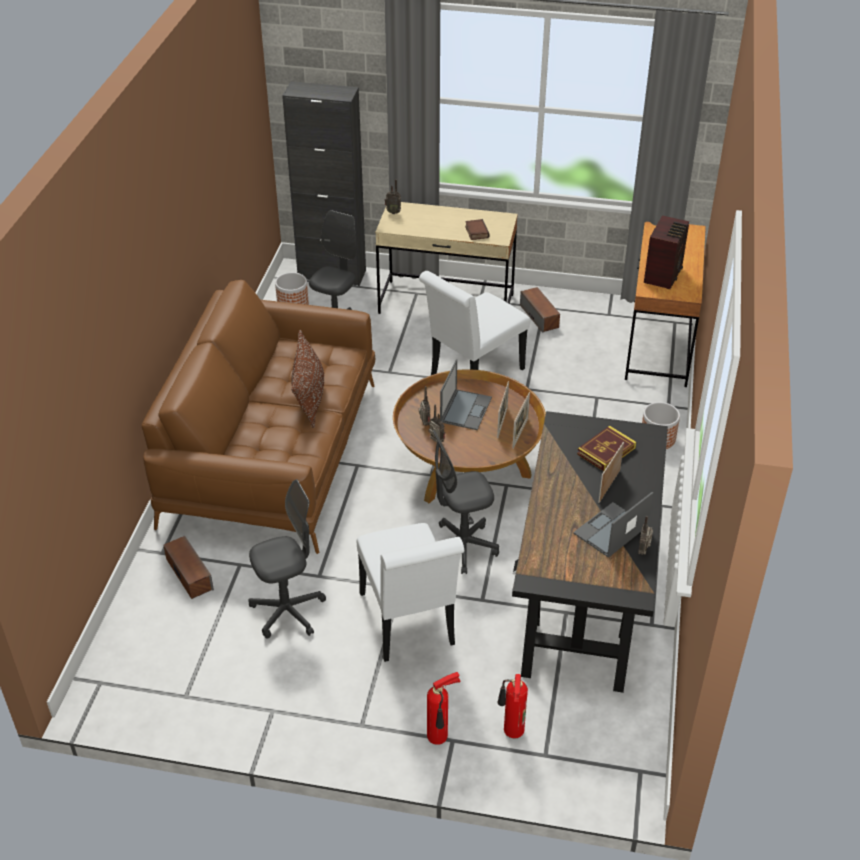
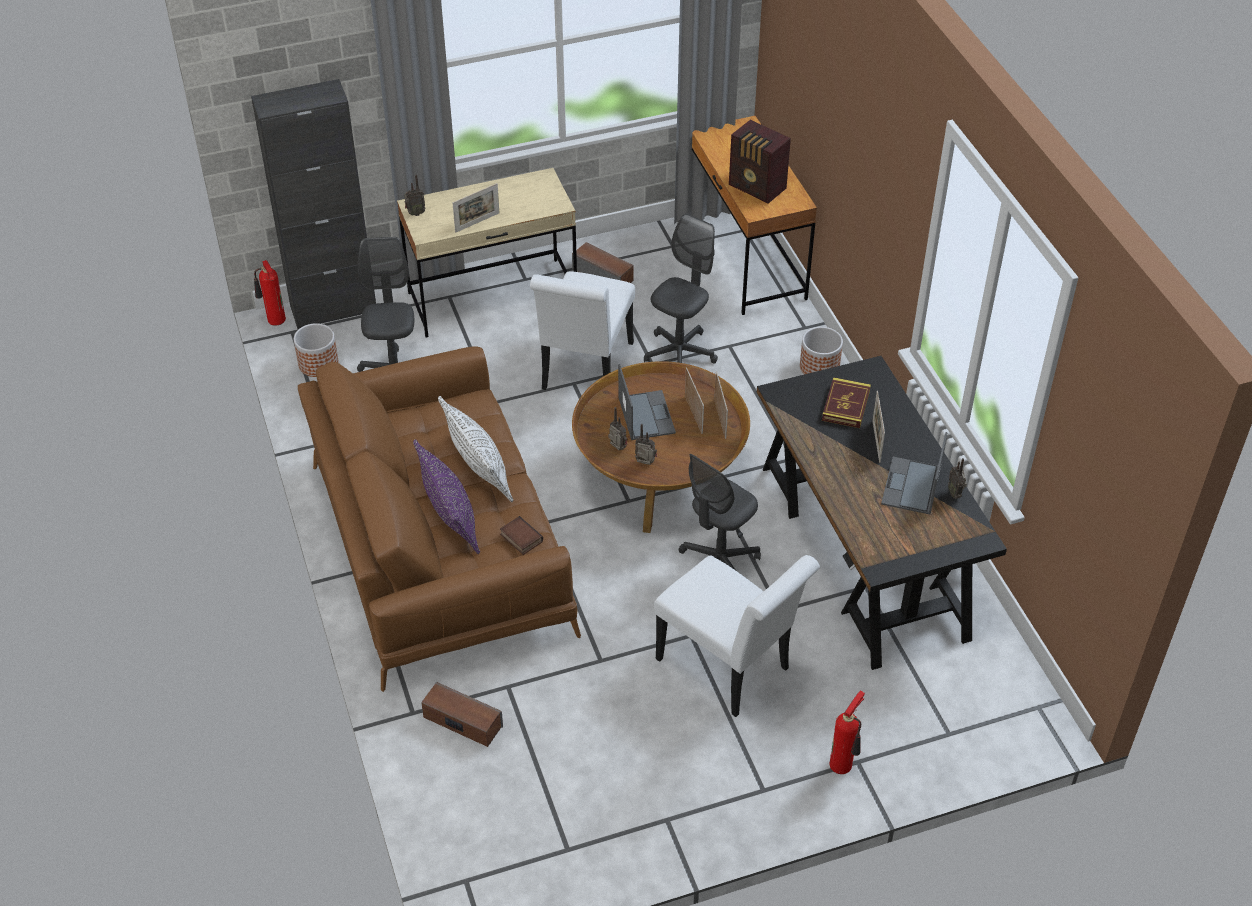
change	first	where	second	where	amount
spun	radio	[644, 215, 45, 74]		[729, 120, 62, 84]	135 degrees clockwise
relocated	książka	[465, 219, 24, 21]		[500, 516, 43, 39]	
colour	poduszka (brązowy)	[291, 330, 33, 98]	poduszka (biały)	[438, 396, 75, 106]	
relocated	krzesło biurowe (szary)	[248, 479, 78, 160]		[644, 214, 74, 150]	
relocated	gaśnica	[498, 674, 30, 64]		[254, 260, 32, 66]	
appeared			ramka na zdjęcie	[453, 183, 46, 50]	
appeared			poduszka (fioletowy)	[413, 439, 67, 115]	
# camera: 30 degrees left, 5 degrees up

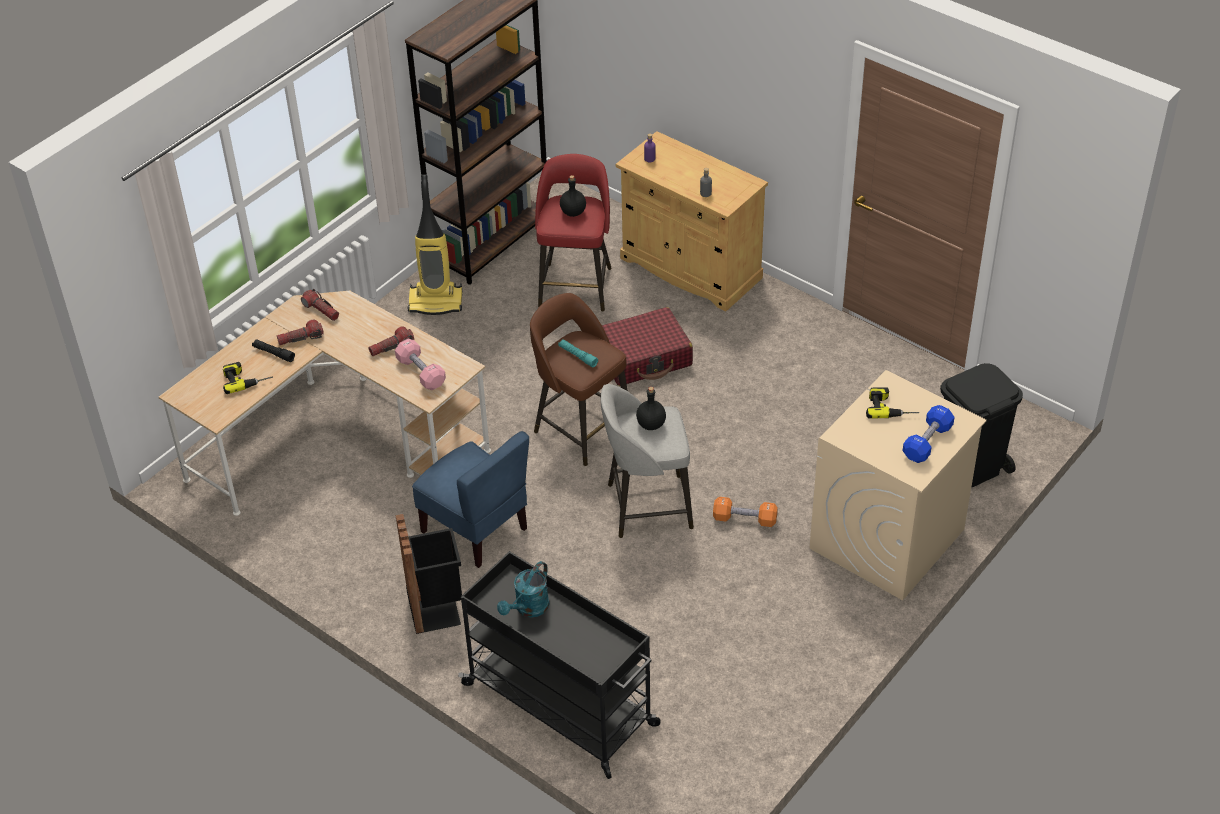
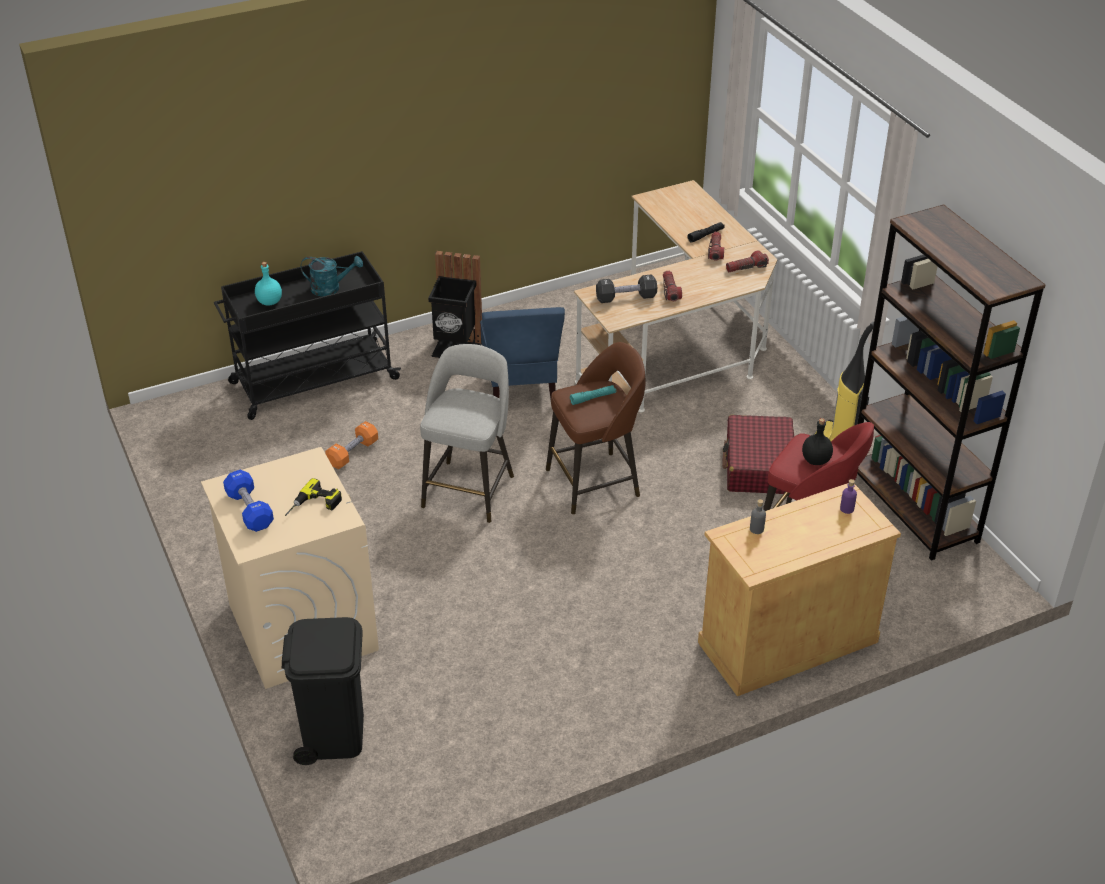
change	first	where	second	where	amount
relocated	walizka (czerwony)	[602, 307, 91, 79]		[722, 415, 72, 79]	
colour	hantel (różowy)	[395, 338, 51, 52]	hantel (czarny)	[596, 274, 61, 29]	
missing	wiertarka	[223, 362, 50, 32]			
missing	butelka (czarny)	[636, 387, 30, 43]			
spun	krzesło (niebieski)	[412, 431, 117, 137]		[480, 307, 85, 92]	75 degrees counterclockwise
relocated	hantel (pomarańczowy)	[713, 497, 65, 30]		[325, 421, 53, 48]	
spun	konewka (turkusowy)	[497, 561, 53, 57]		[301, 256, 62, 40]	120 degrees clockwise
appeared			butelka (turkusowy)	[255, 262, 27, 44]	
# camera: 115 degrees right, 5 degrees down

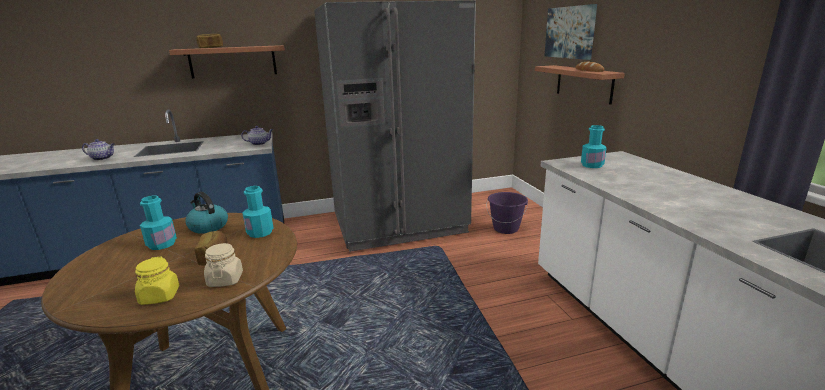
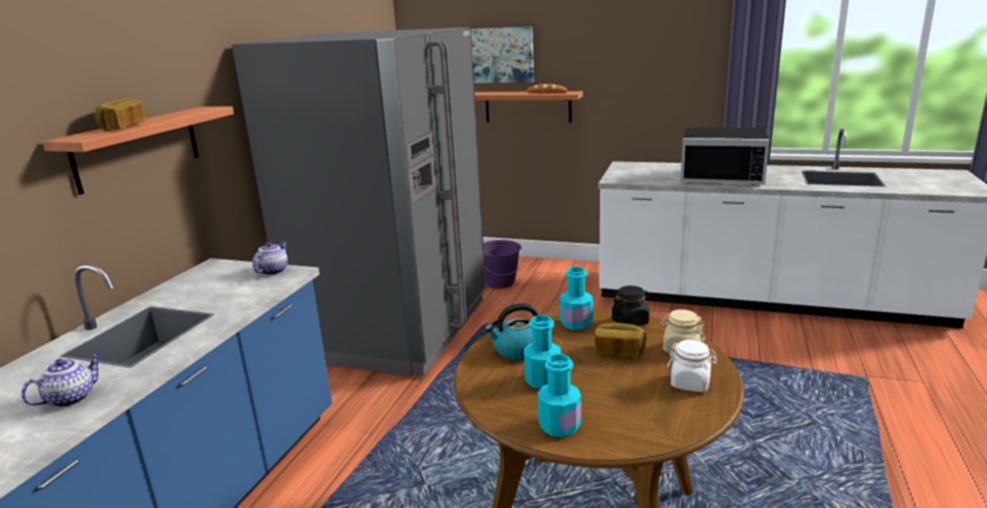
change	first	where	second	where	amount
relocated	butelka (turkusowy)	[581, 125, 26, 43]		[538, 354, 43, 84]	
colour	słoik (żółty)	[135, 256, 44, 49]	słoik (biały)	[667, 340, 51, 52]	
appeared			mikrofalówka (czarny)	[680, 127, 89, 58]	
appeared			słoik (czarny)	[612, 286, 38, 40]	
# camera: 55 degrees left, 0 degrees up

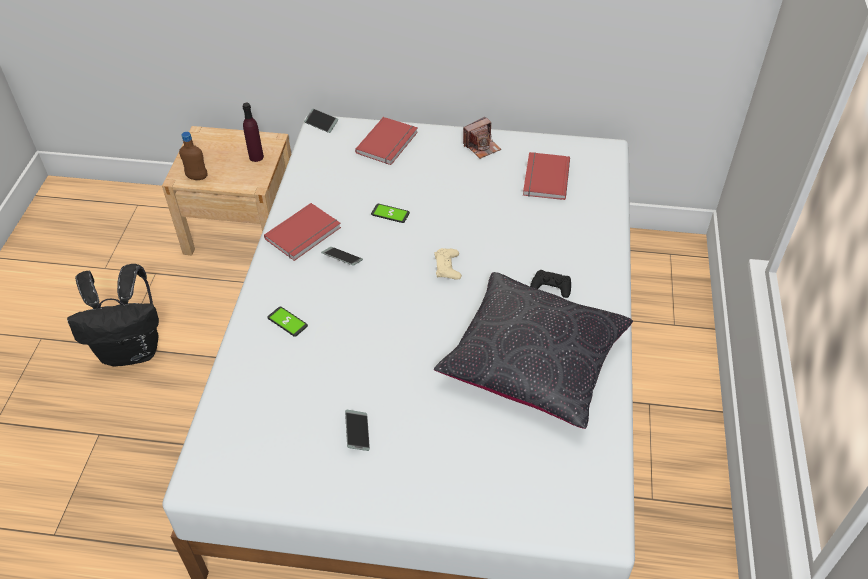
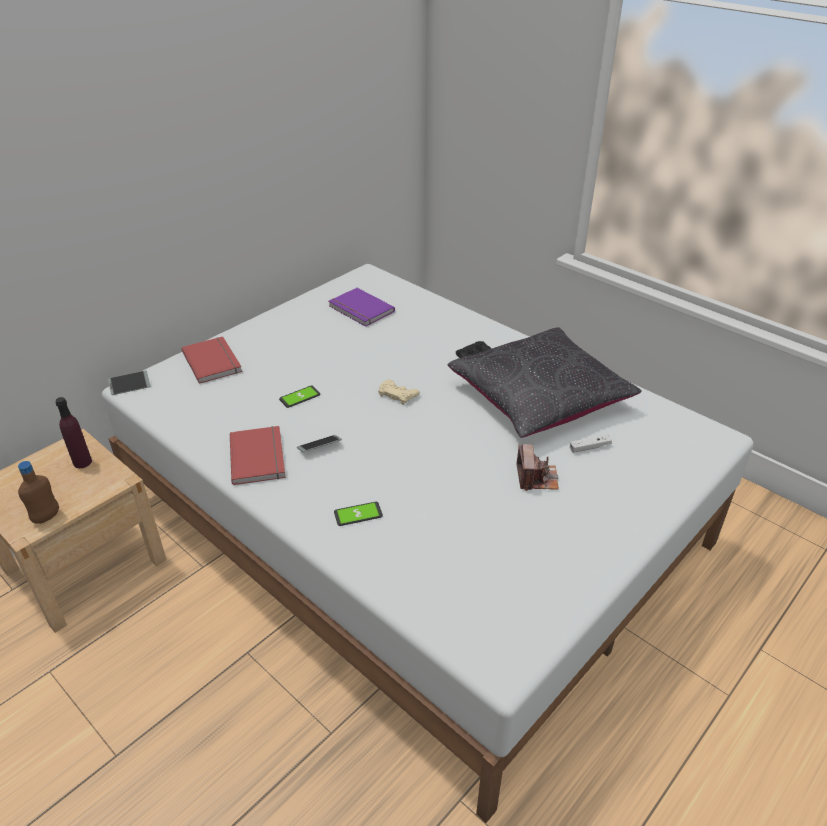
change	first	where	second	where	amount
relocated	aparat fotograficzny	[463, 117, 38, 42]		[516, 444, 43, 47]	
colour	książka (czerwony)	[523, 152, 47, 48]	książka (fioletowy)	[328, 288, 67, 39]	
missing	plecak (czarny)	[67, 264, 92, 103]			
missing	telefon	[345, 410, 25, 41]			
appeared			pad do gier (biały)	[570, 434, 42, 19]	
# camera: 55 degrees left, 10 degrees down

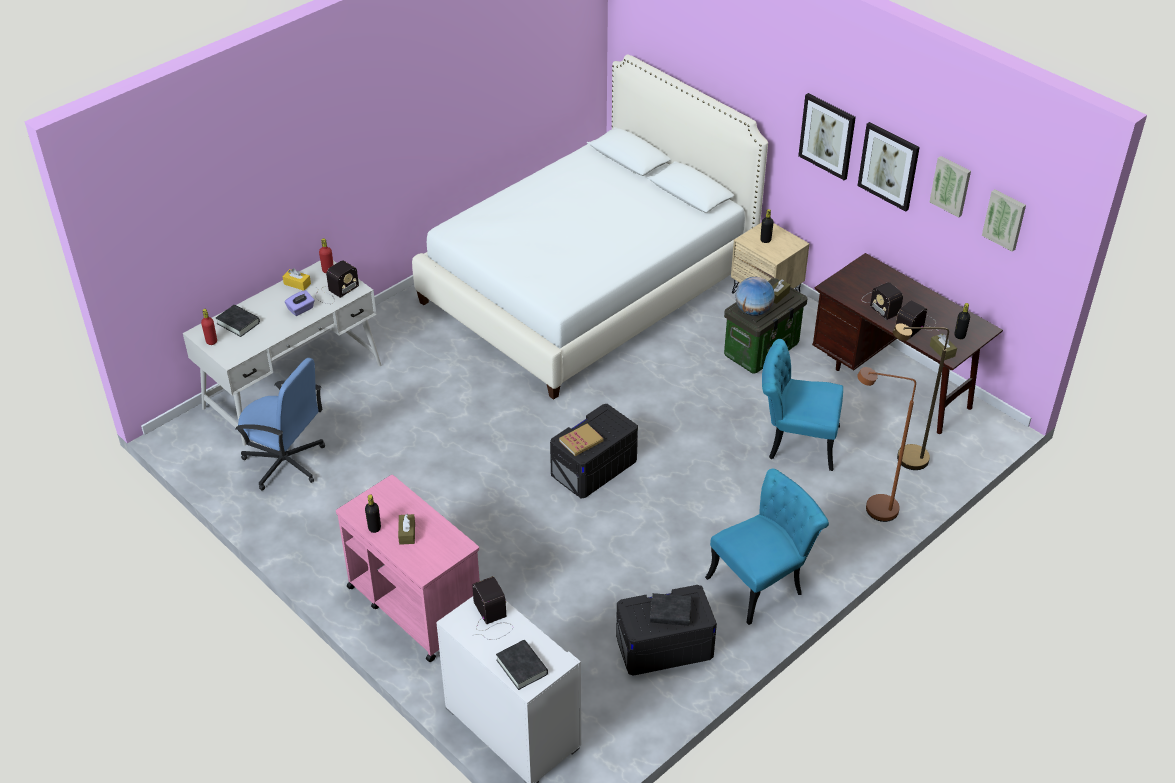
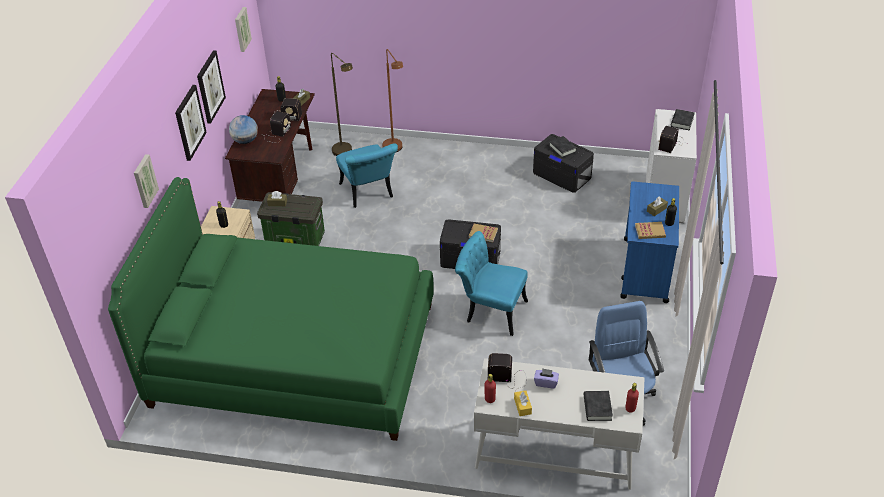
change	first	where	second	where	amount
colour	łóżko (biały)	[412, 55, 356, 345]	łóżko (zielony)	[108, 177, 326, 264]	
relocated	obraz	[930, 156, 41, 62]		[134, 154, 25, 54]	
relocated	globus	[735, 277, 40, 39]		[229, 115, 29, 29]	
relocated	krzesło (turkusowy)	[705, 469, 124, 156]		[455, 231, 73, 105]	
colour	wózek (różowy)	[336, 475, 144, 187]	wózek (niebieski)	[620, 181, 59, 122]	
appeared			książka	[635, 222, 31, 17]	
# camera: 125 degrees left, 0 degrees up

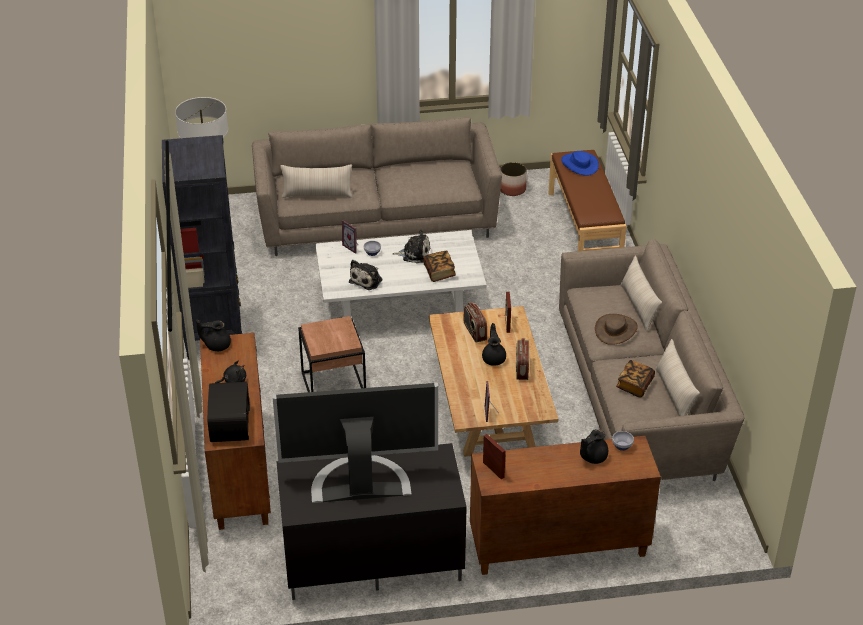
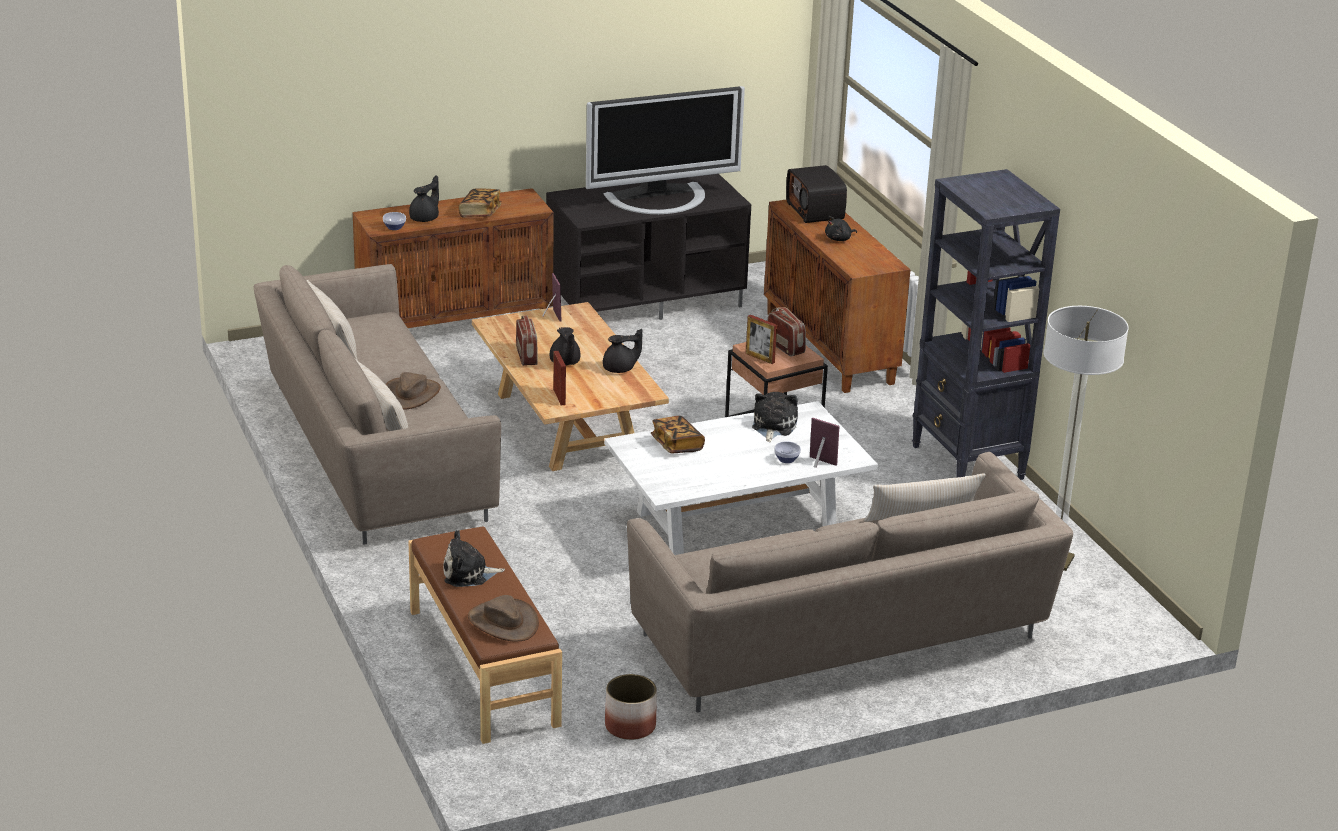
change	first	where	second	where	amount
colour	kapelusz (niebieski)	[561, 151, 38, 24]	kapelusz (brązowy)	[468, 595, 71, 46]	
relocated	pluszak	[393, 230, 37, 33]		[443, 530, 62, 57]	
relocated	radio	[463, 302, 24, 41]		[767, 307, 39, 50]	
relocated	imbryk (czarny)	[196, 319, 35, 32]		[603, 329, 39, 44]	
relocated	książka	[616, 360, 39, 38]		[458, 188, 44, 30]	
relocated	ramka na zdjęcie	[483, 434, 23, 45]		[746, 314, 31, 50]	
# camera: 165 degrees right, 10 degrees down

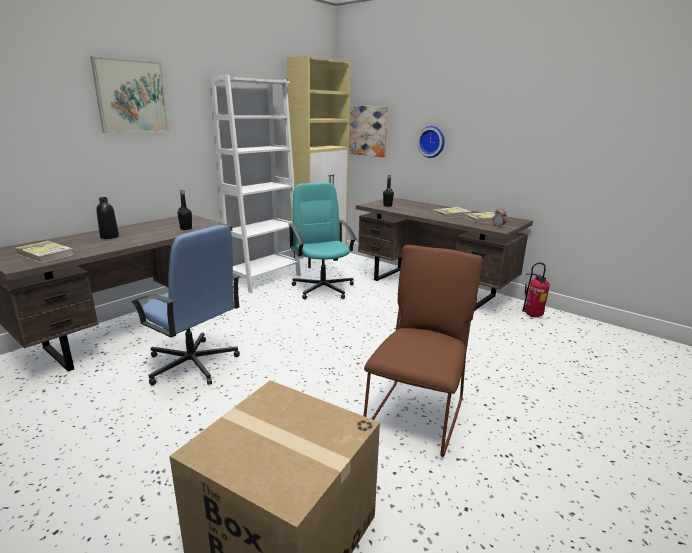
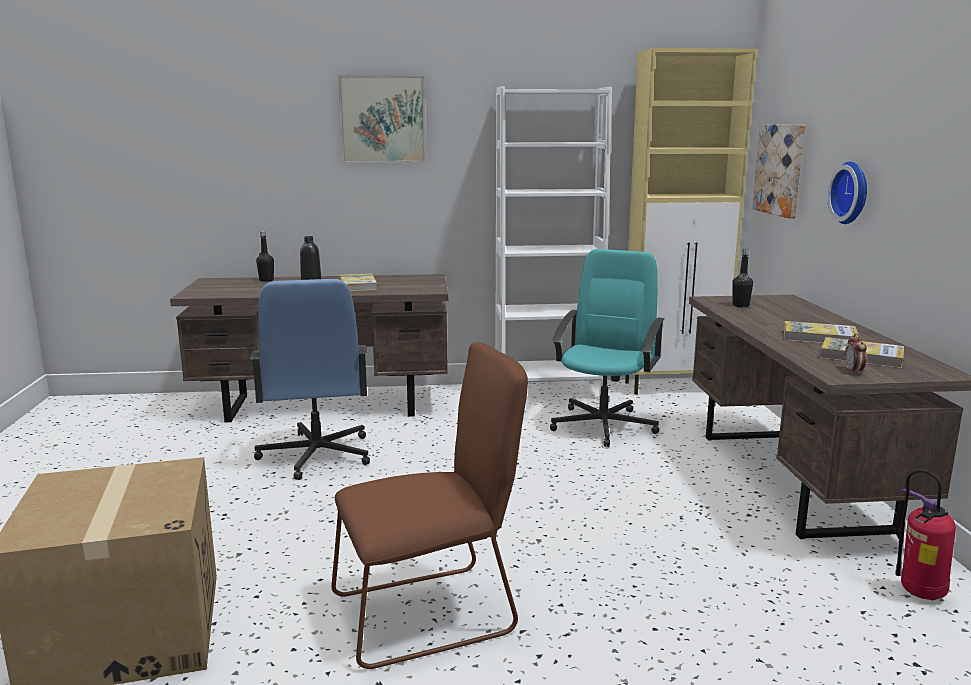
change	first	where	second	where	amount
relocated	butelka (czarny)	[177, 189, 15, 41]		[256, 231, 18, 51]	
relocated	książka	[16, 241, 58, 22]		[340, 273, 37, 18]	
# camera: 45 degrees right, 5 degrees down

